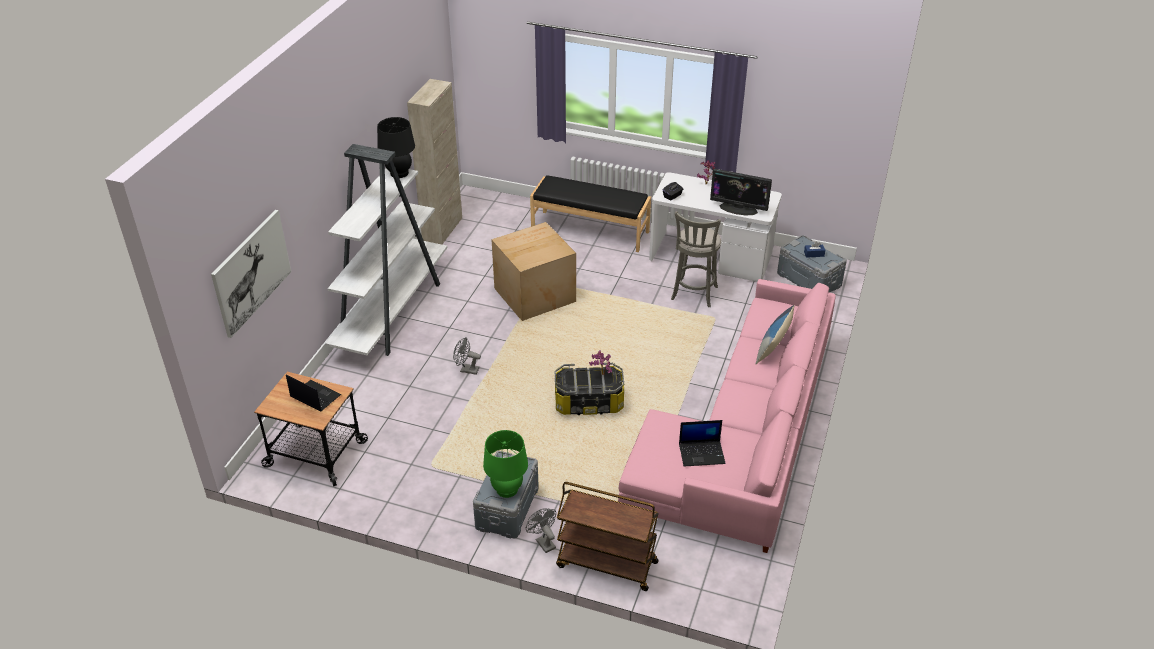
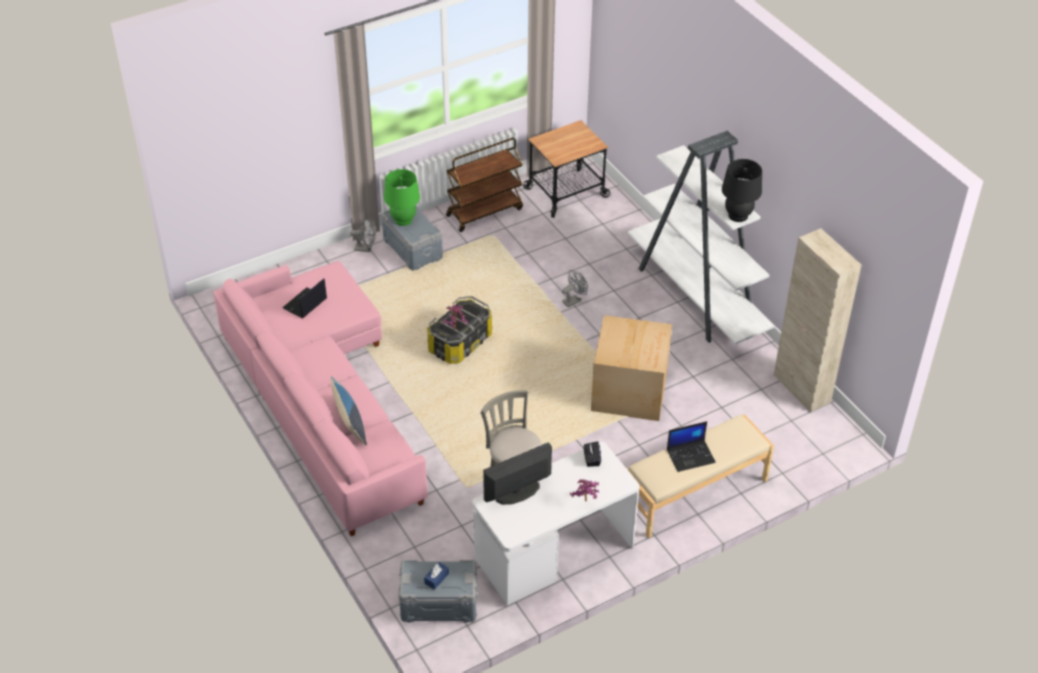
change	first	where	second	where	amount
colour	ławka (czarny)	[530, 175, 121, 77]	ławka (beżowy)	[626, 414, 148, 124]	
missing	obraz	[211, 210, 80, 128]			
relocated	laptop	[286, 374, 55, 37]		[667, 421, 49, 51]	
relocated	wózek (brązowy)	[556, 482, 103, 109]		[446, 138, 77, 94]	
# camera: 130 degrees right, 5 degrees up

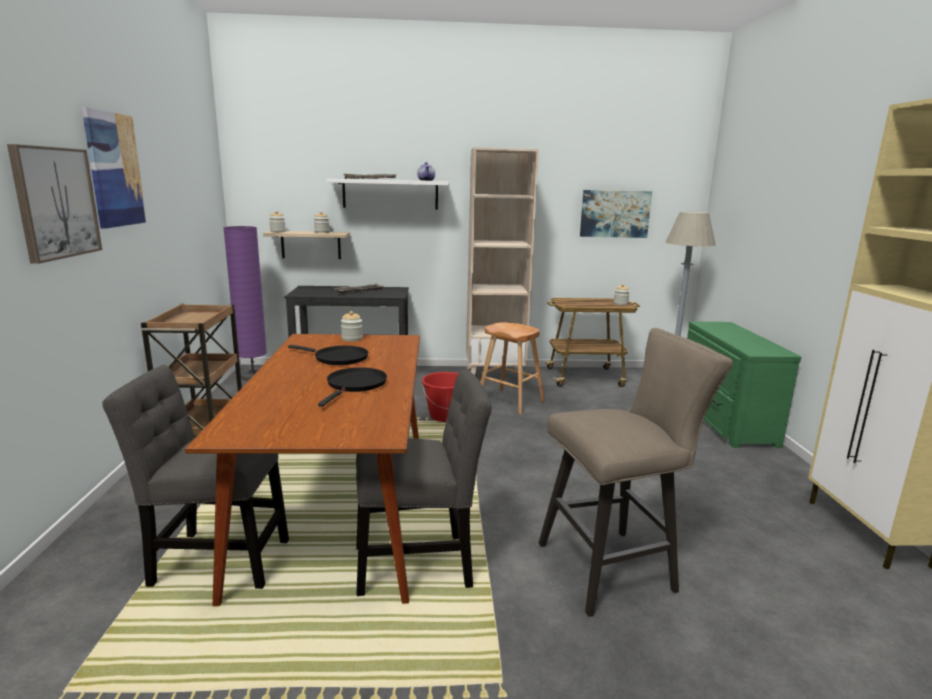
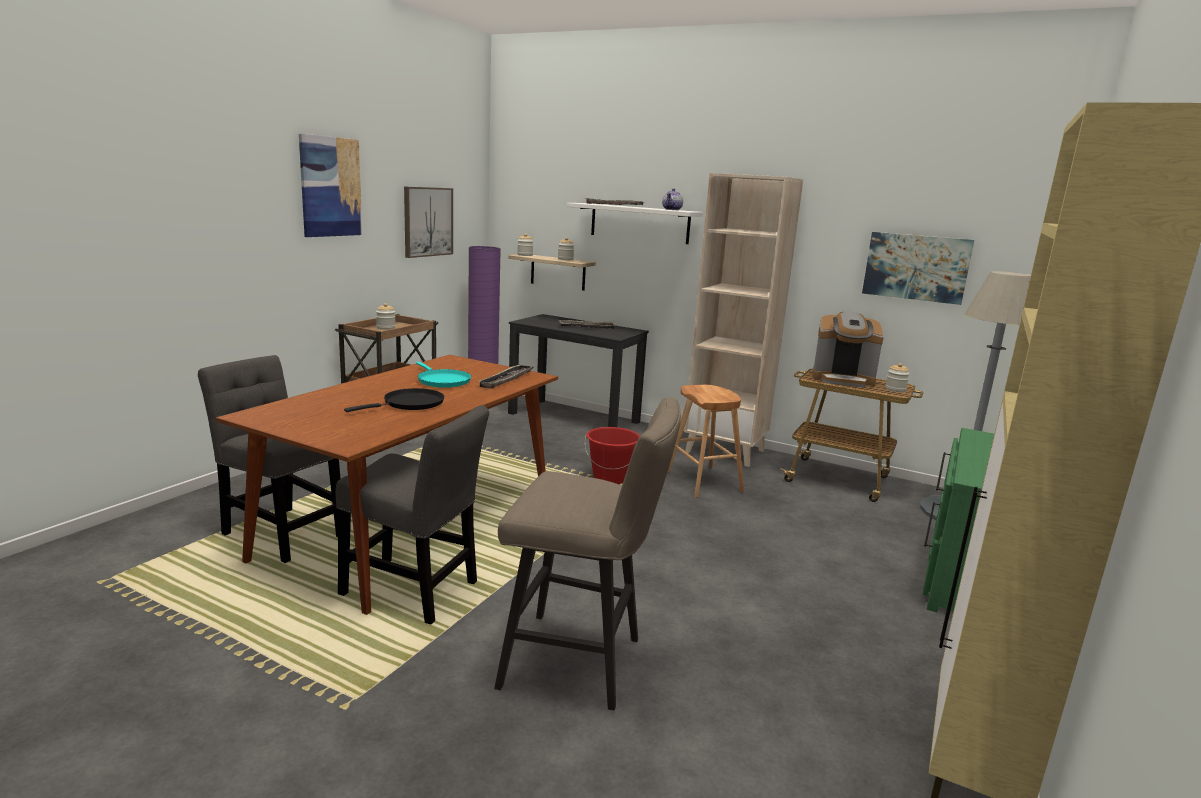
change	first	where	second	where	amount
relocated	obraz	[7, 144, 95, 120]		[404, 187, 49, 71]	
relocated	słoik	[341, 311, 22, 30]		[376, 303, 20, 27]	
colour	patelnia (czarny)	[288, 345, 81, 20]	patelnia (turkusowy)	[416, 362, 55, 26]	
appeared			ekspres do kawy	[812, 311, 72, 77]	
appeared			taca	[477, 364, 58, 25]	
# camera: 30 degrees right, 0 degrees up

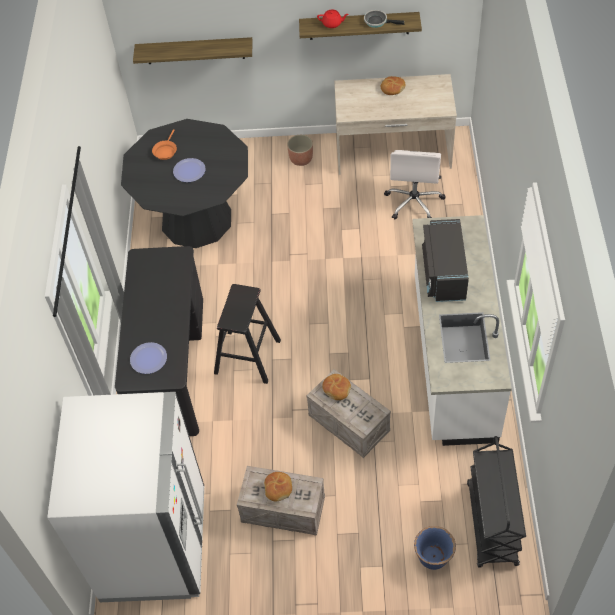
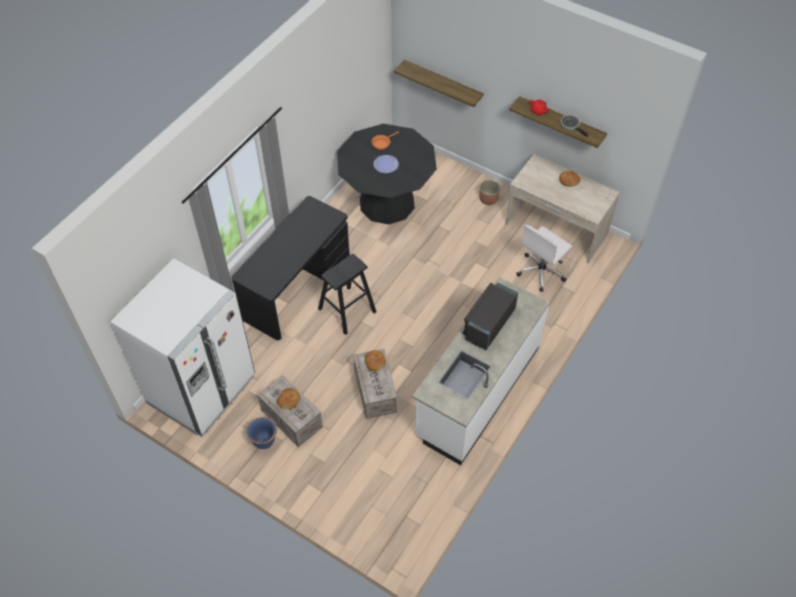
change	first	where	second	where	amount
missing	talerz	[130, 342, 37, 32]			
missing	wózek (czarny)	[467, 436, 59, 131]			
relocated	donica (niebieski)	[414, 526, 42, 44]		[246, 417, 31, 32]	
# camera: 30 degrees right, 0 degrees up

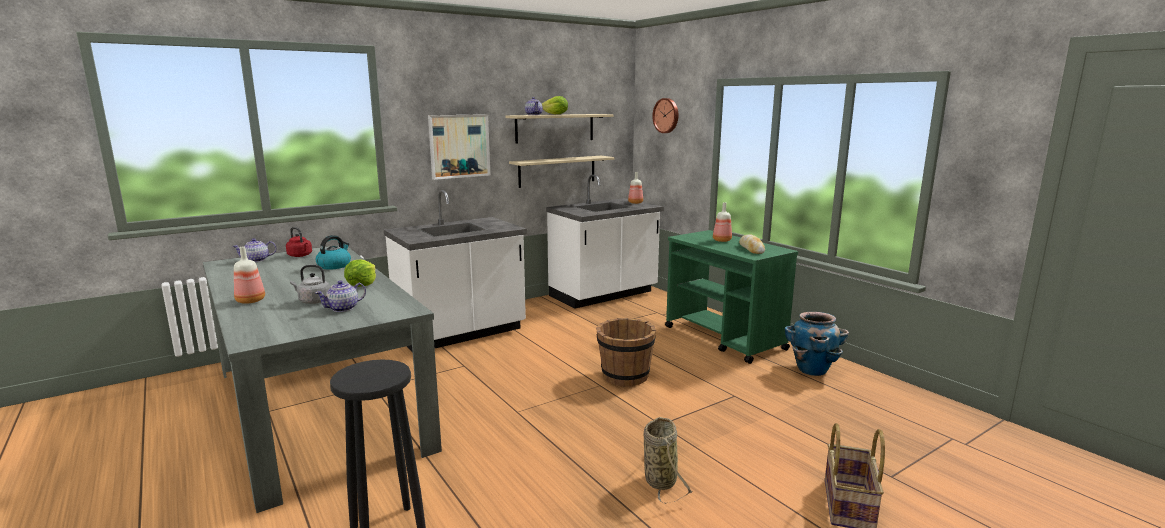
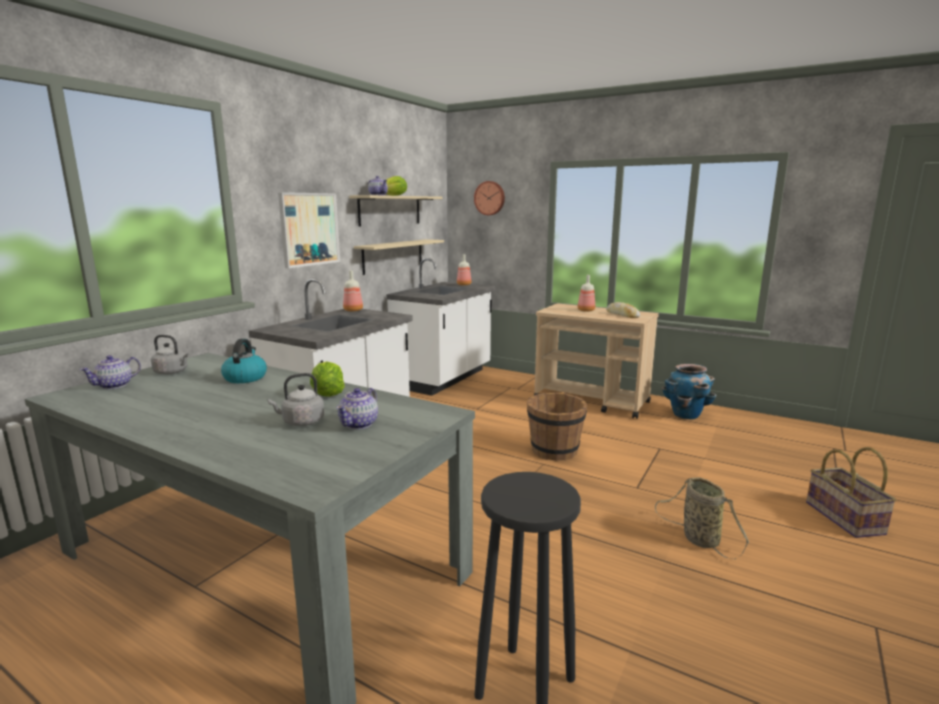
change	first	where	second	where	amount
colour	czajnik (czerwony)	[286, 227, 26, 30]	czajnik (szary)	[151, 335, 38, 39]	
colour	wózek (zielony)	[665, 230, 133, 134]	wózek (beżowy)	[534, 303, 125, 116]	
relocated	butelka	[234, 246, 31, 58]		[343, 270, 20, 42]	
# camera: 25 degrees left, 0 degrees up

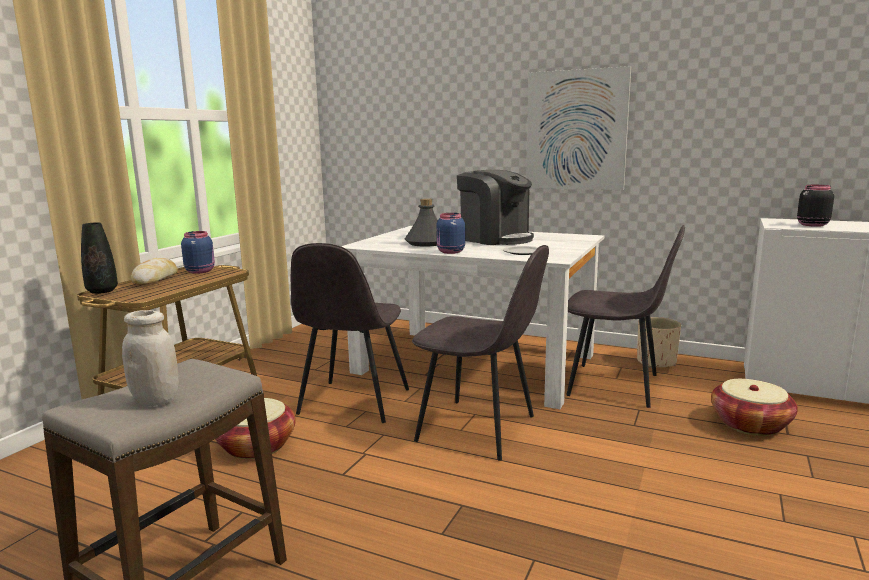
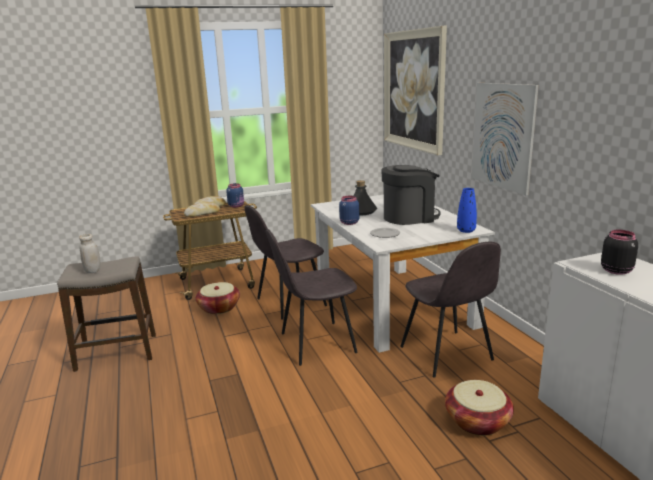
change	first	where	second	where	amount
spun	ekspres do kawy	[457, 170, 77, 75]		[382, 165, 58, 60]	105 degrees counterclockwise
missing	wazon (czarny)	[81, 223, 37, 71]			
spun	krzesło (szary)	[412, 245, 137, 216]		[265, 228, 93, 138]	90 degrees clockwise
missing	donica (beżowy)	[637, 317, 44, 51]			
appeared			obraz	[384, 26, 63, 129]	
appeared			wazon (niebieski)	[457, 188, 20, 45]	
appeared			chleb	[184, 202, 36, 15]	
# camera: 45 degrees right, 5 degrees up

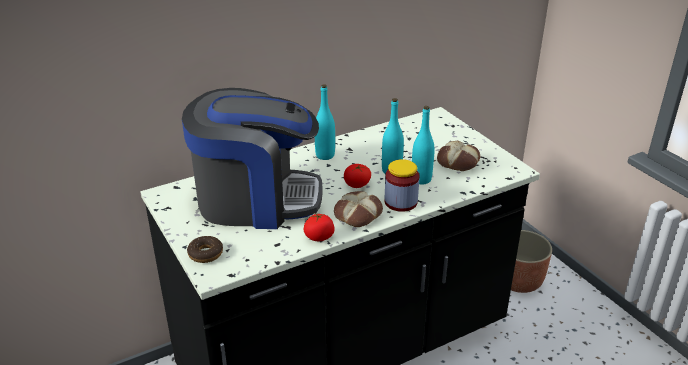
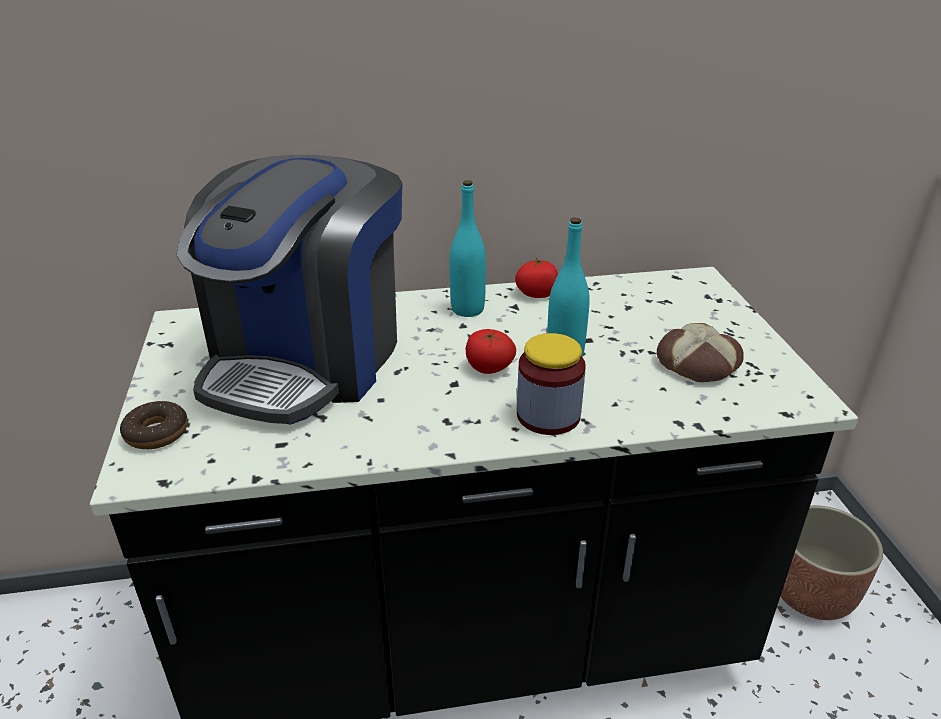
change	first	where	second	where	amount
spun	ekspres do kawy	[182, 88, 141, 141]		[176, 155, 226, 270]	90 degrees clockwise
missing	butelka (turkusowy)	[412, 106, 22, 79]			
missing	chleb	[334, 191, 49, 36]			
relocated	pomidor	[304, 212, 31, 29]		[515, 258, 43, 40]	
# camera: 20 degrees right, 0 degrees up

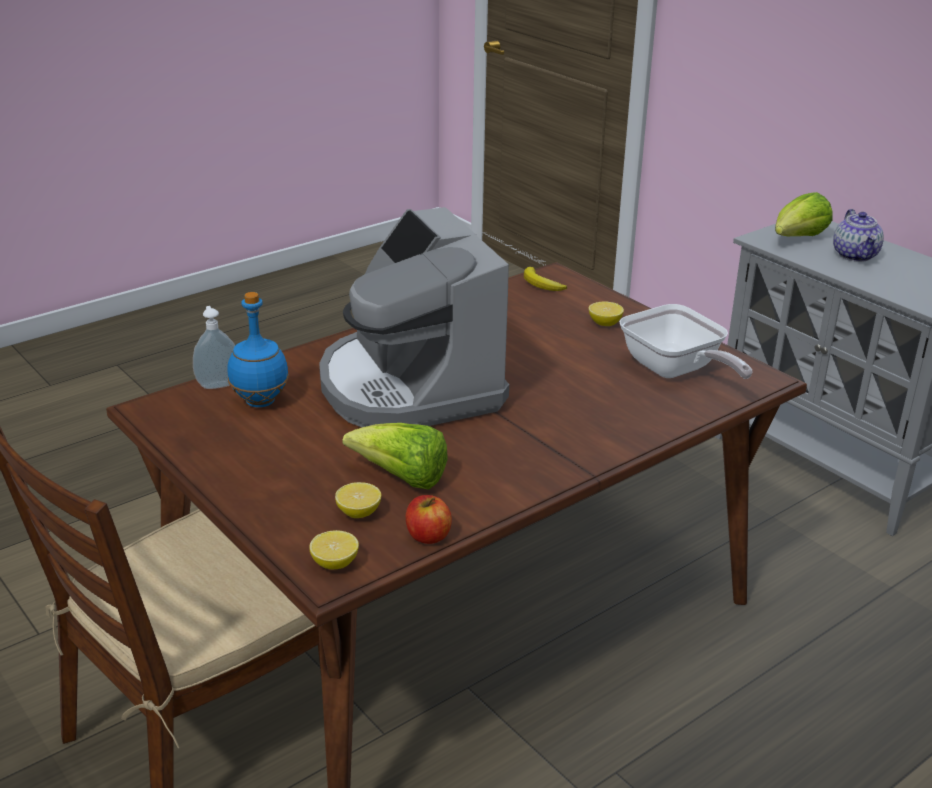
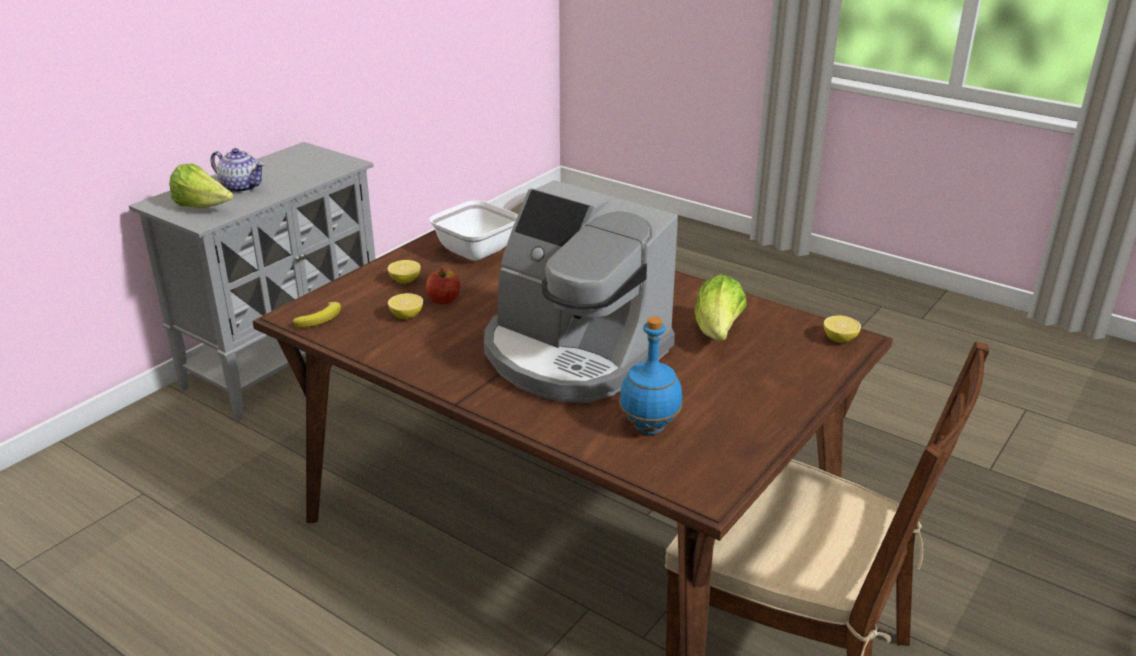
change	first	where	second	where	amount
spun	ekspres do kawy	[319, 207, 190, 220]		[484, 180, 194, 223]	75 degrees clockwise
spun	imbryk	[833, 209, 51, 53]		[211, 148, 54, 45]	45 degrees clockwise
missing	dozownik mydła	[193, 306, 42, 83]			
relocated	cytryna	[335, 482, 46, 36]		[388, 293, 35, 26]	
relocated	jabłko	[406, 495, 46, 49]		[426, 268, 34, 36]	
# camera: 105 degrees left, 0 degrees up

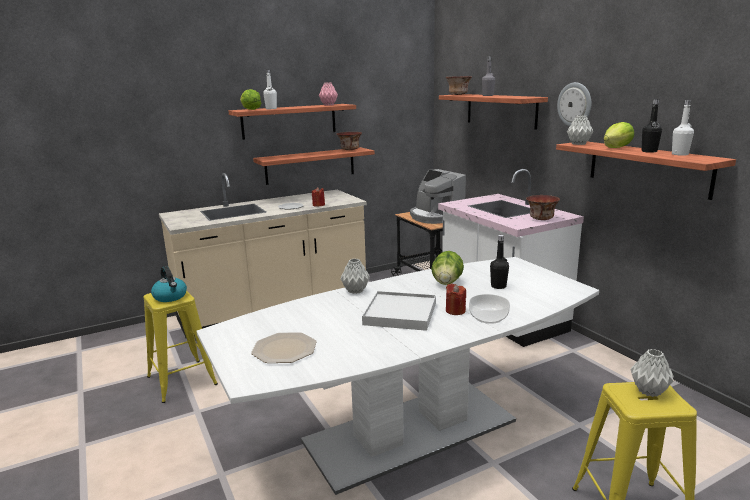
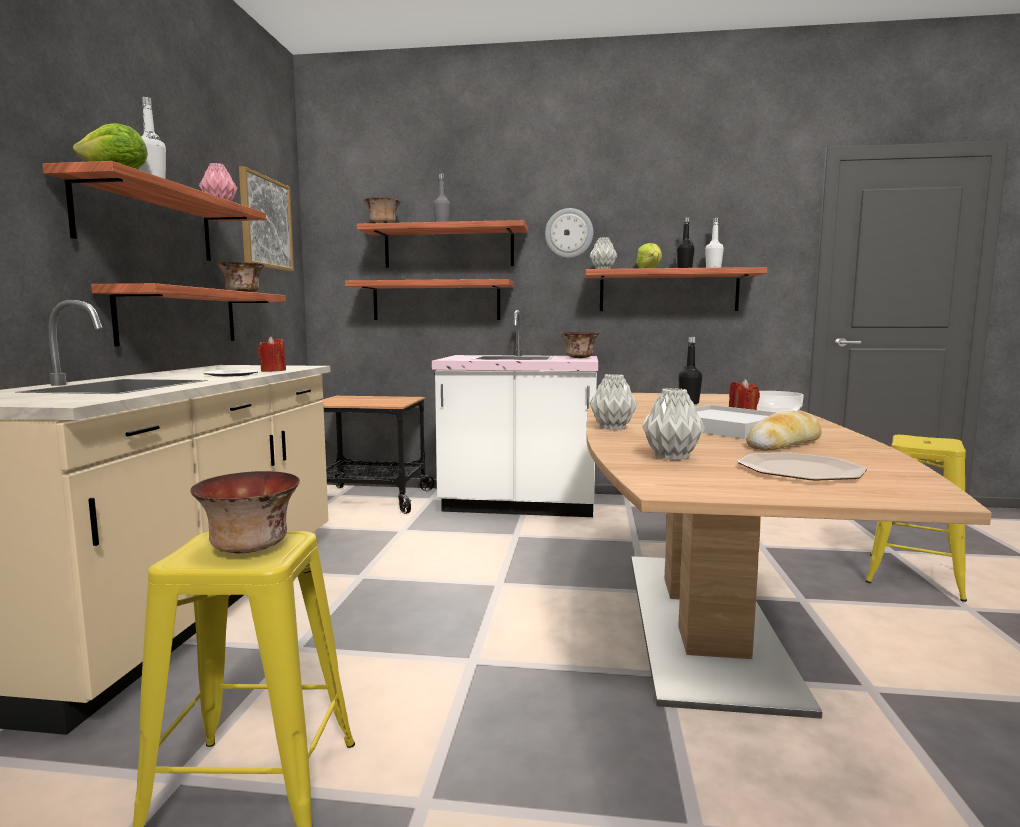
change	first	where	second	where	amount
missing	ekspres do kawy	[410, 169, 56, 55]			
missing	sałata	[431, 251, 33, 34]			
colour	stół jadalny (biały)	[197, 257, 402, 238]	stół jadalny (brązowy)	[586, 393, 405, 326]	
exchanged	czajnik	[151, 266, 36, 36]	miska	[190, 471, 110, 82]	
relocated	wazon (szary)	[630, 349, 44, 48]		[642, 388, 63, 72]	
appeared			obraz	[239, 166, 55, 105]	
appeared			półka	[345, 279, 169, 41]	
appeared			chleb	[746, 411, 76, 39]	
# camera: 55 degrees left, 10 degrees down

